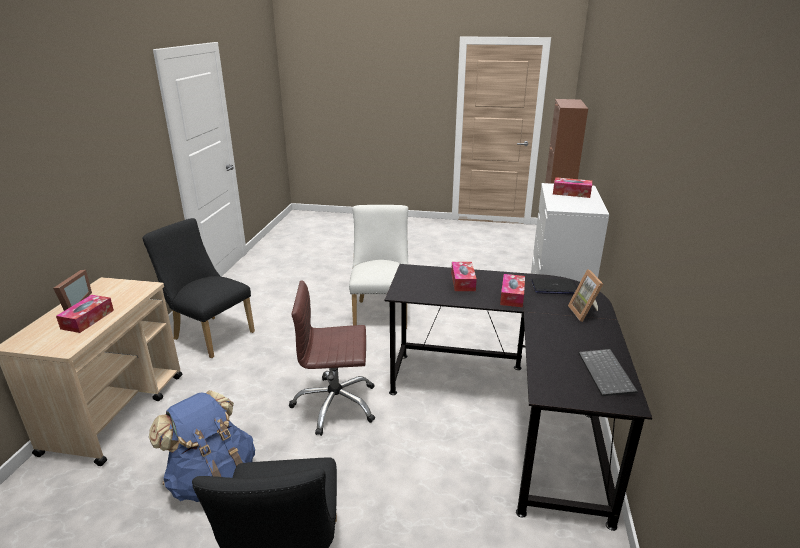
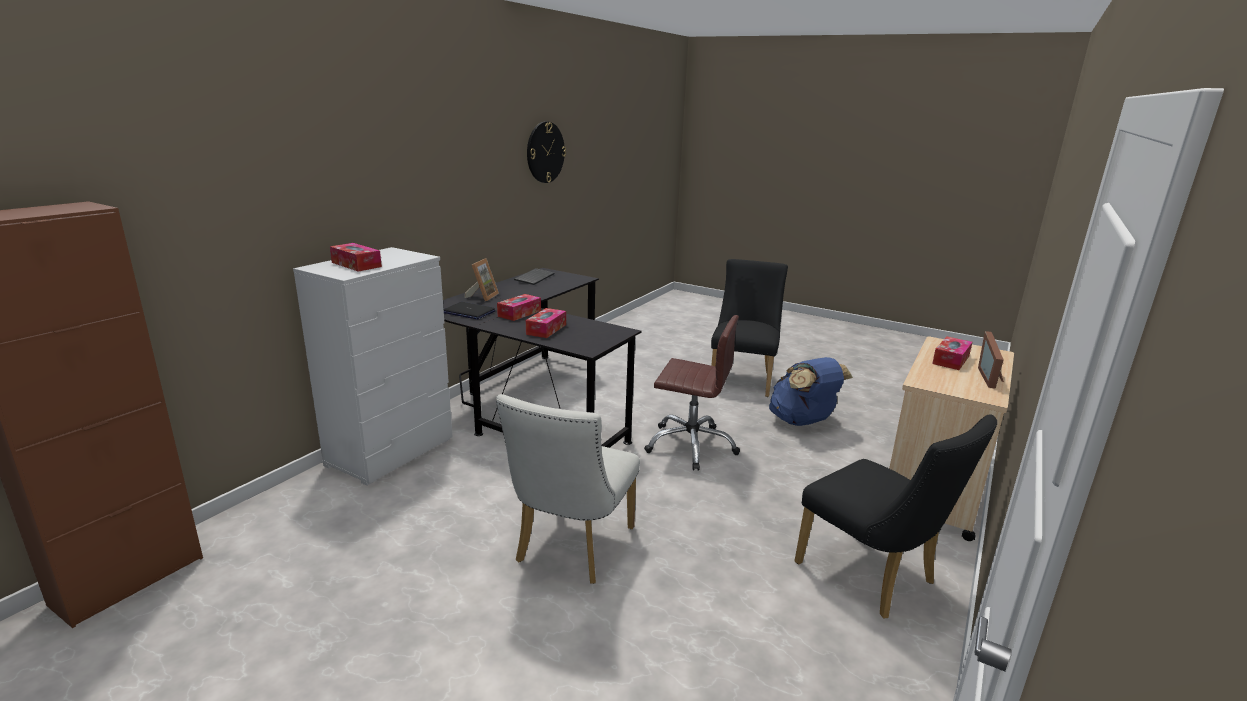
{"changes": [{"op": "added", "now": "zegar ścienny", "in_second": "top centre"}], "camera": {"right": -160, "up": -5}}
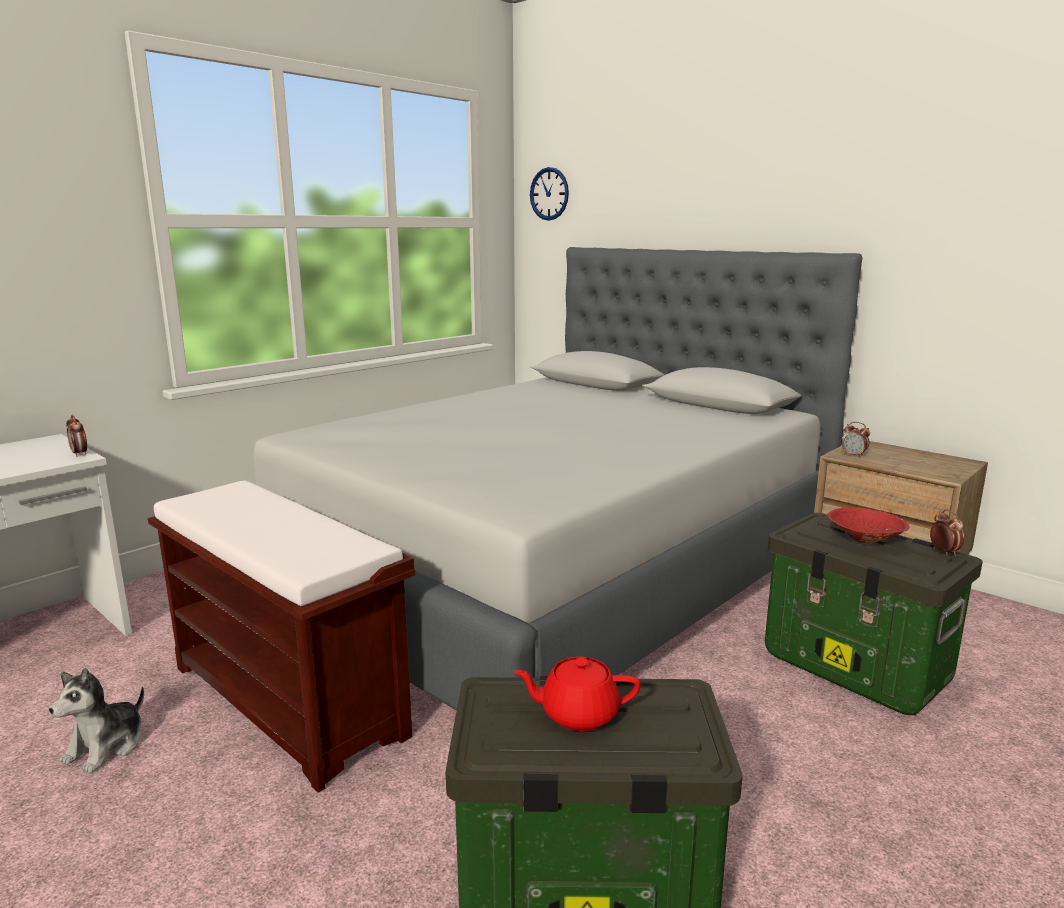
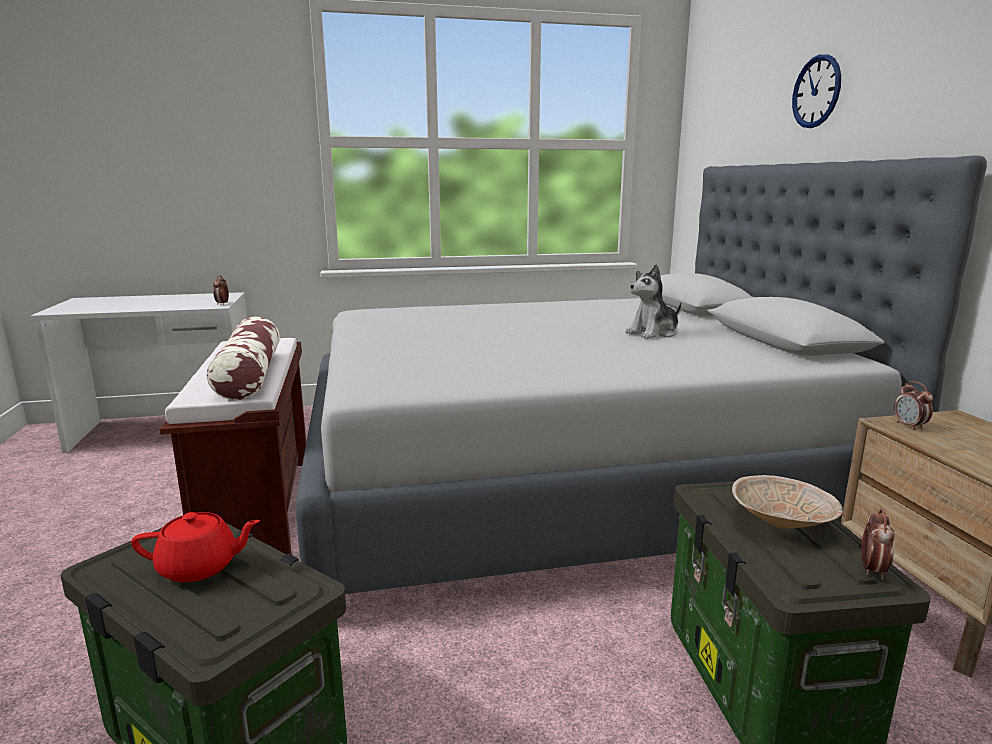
{"changes": [{"op": "moved", "was": "zegar ścienny", "in_first": "top centre", "in_second": "top right"}, {"op": "recoloured", "was": "miska [czerwony]", "now": "miska [beżowy]", "in_first": "middle right", "in_second": "bottom right"}, {"op": "turned", "was": "imbryk [czerwony]", "in_first": "bottom centre", "in_second": "bottom left", "clockwise": 135}, {"op": "moved", "was": "pluszak", "in_first": "bottom left", "in_second": "centre"}, {"op": "added", "now": "poduszka", "in_second": "middle left"}], "camera": {"right": 35, "up": 0}}
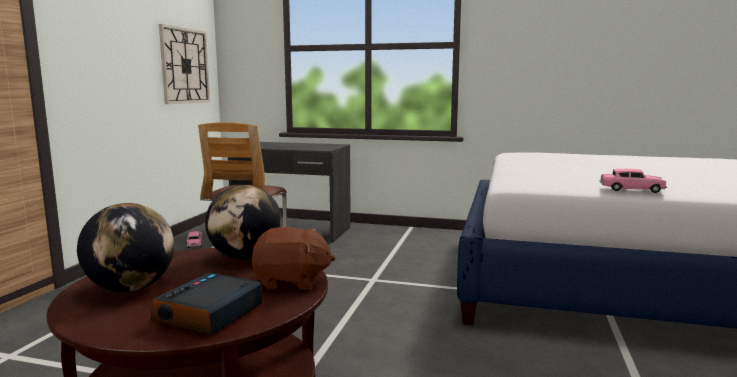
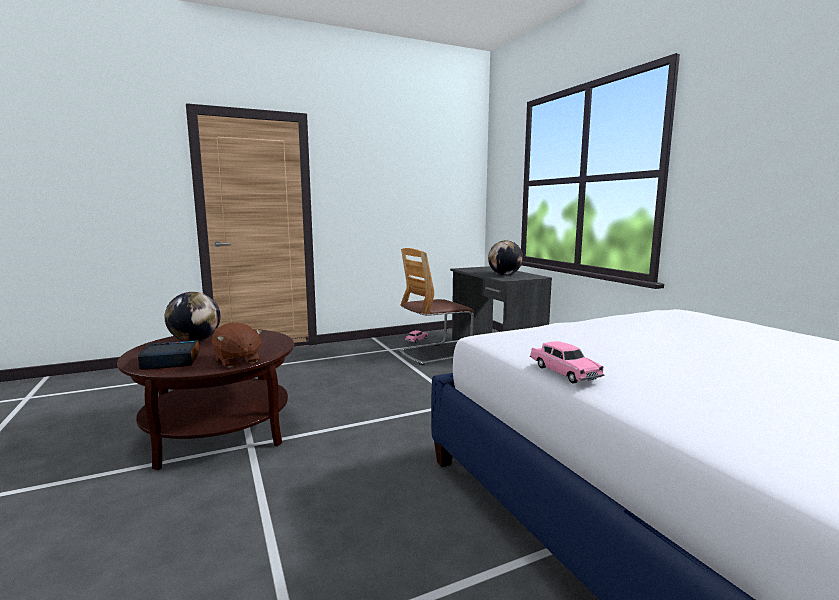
{"changes": [{"op": "removed", "was": "zegar ścienny", "in_first": "top left"}, {"op": "moved", "was": "globus (2nd from left)", "in_first": "middle left", "in_second": "centre"}], "camera": {"right": 50, "up": 0}}
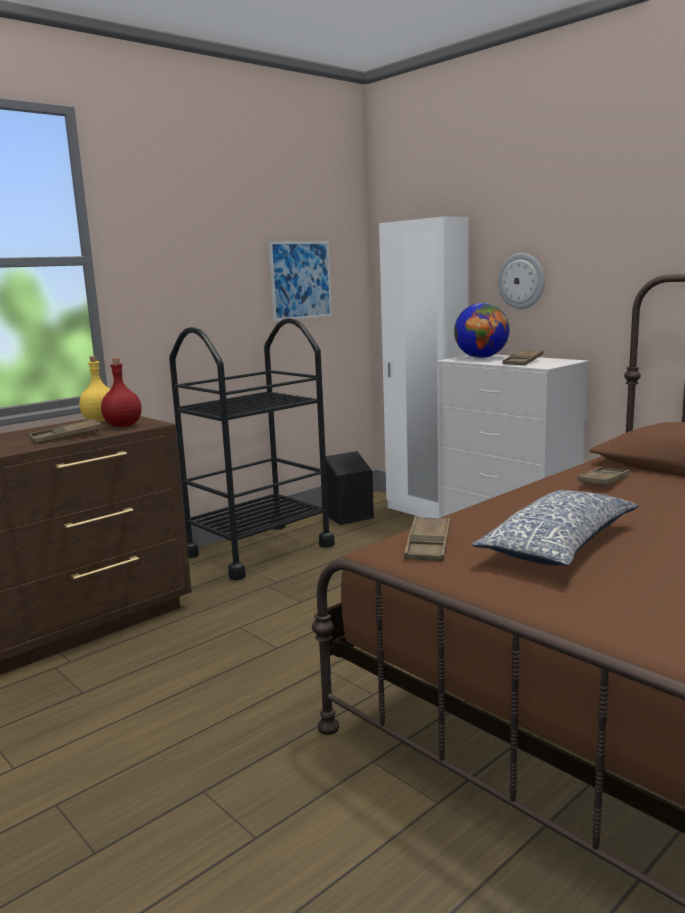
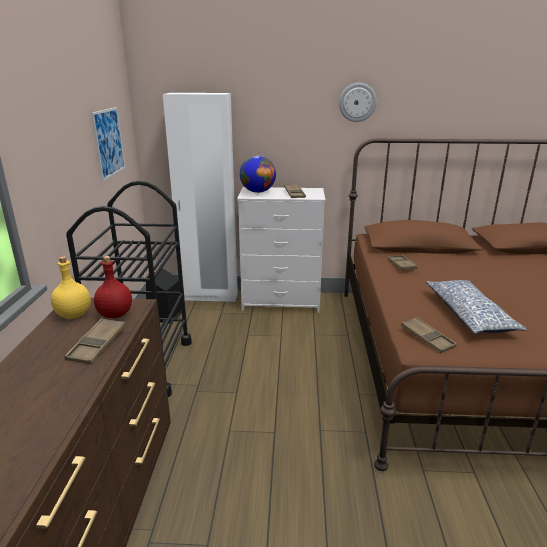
{"changes": [{"op": "moved", "was": "zegar ścienny", "in_first": "top right", "in_second": "top centre"}], "camera": {"right": -45, "up": 10}}
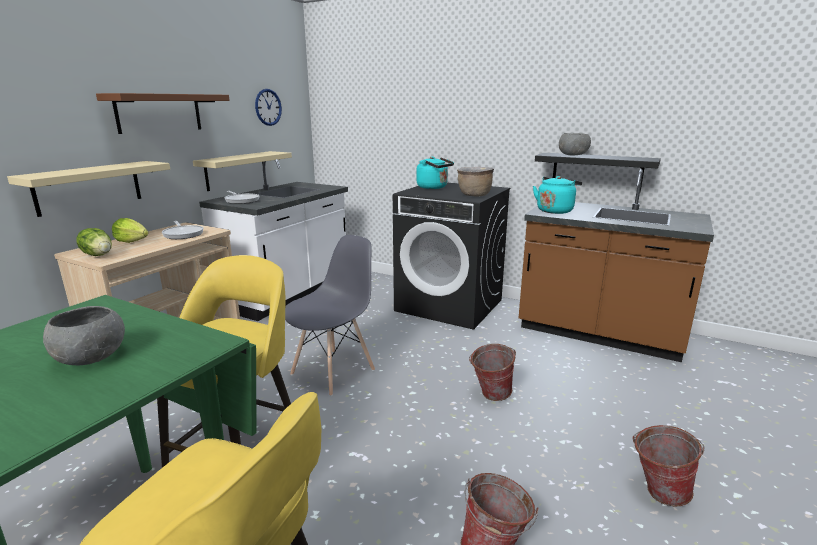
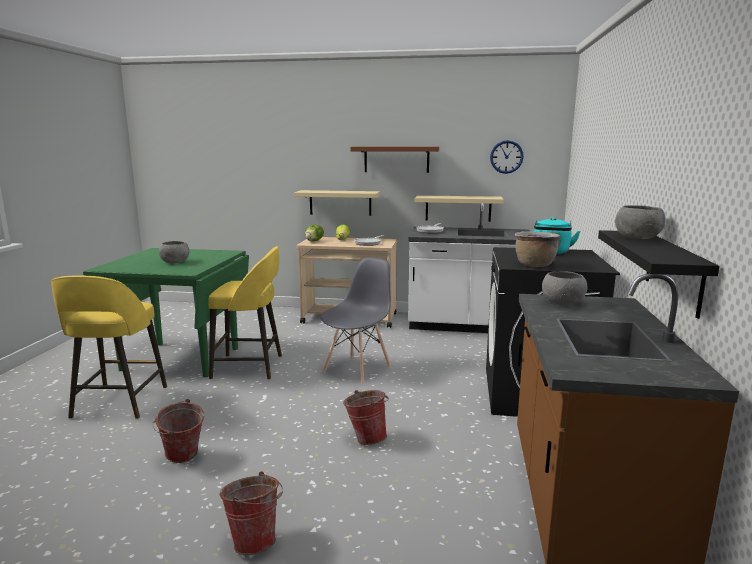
{"changes": [{"op": "replaced", "was": "czajnik [turkusowy] (2nd from left)", "now": "miska [szary] (2nd from left)", "in_first": "middle right", "in_second": "middle right"}, {"op": "turned", "was": "krzesło [szary]", "in_first": "centre", "in_second": "centre", "clockwise": -75}], "camera": {"right": 70, "up": -5}}
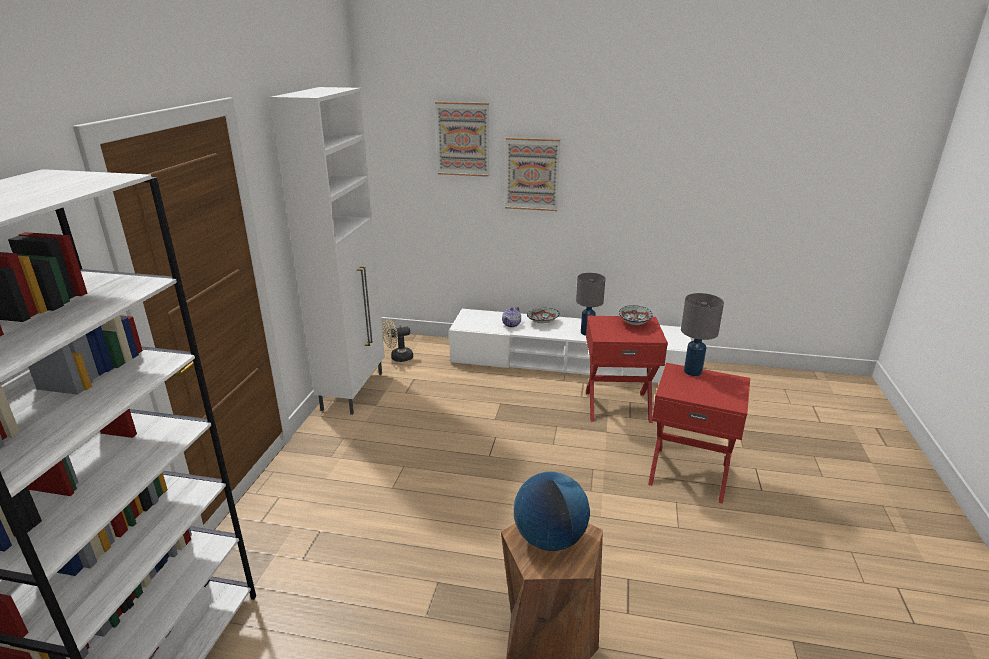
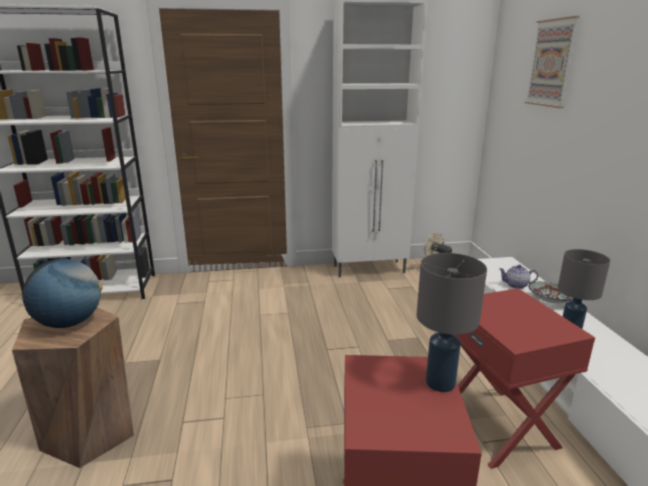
{"changes": [{"op": "removed", "was": "obraz (2nd from left)", "in_first": "top centre"}, {"op": "removed", "was": "miska (2nd from left)", "in_first": "centre"}], "camera": {"right": 70, "up": -5}}
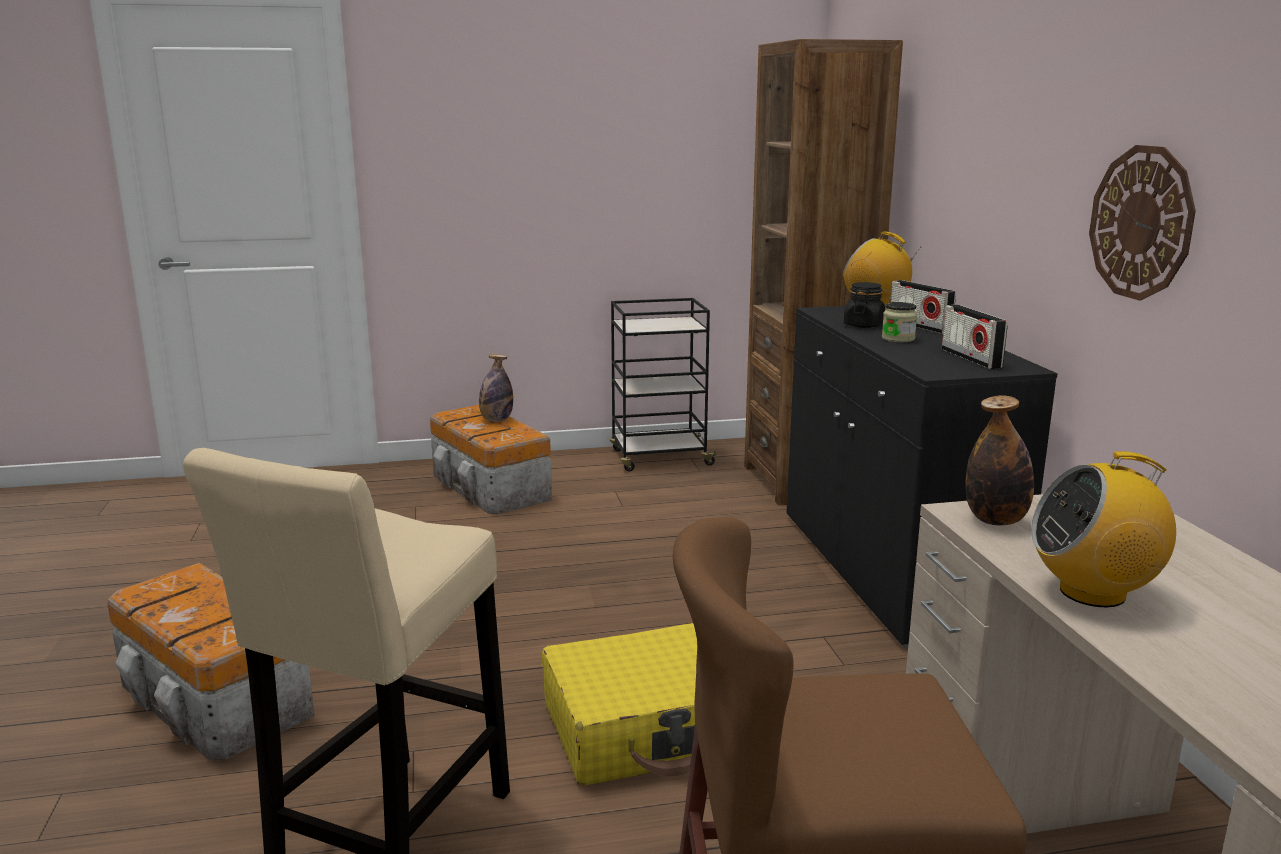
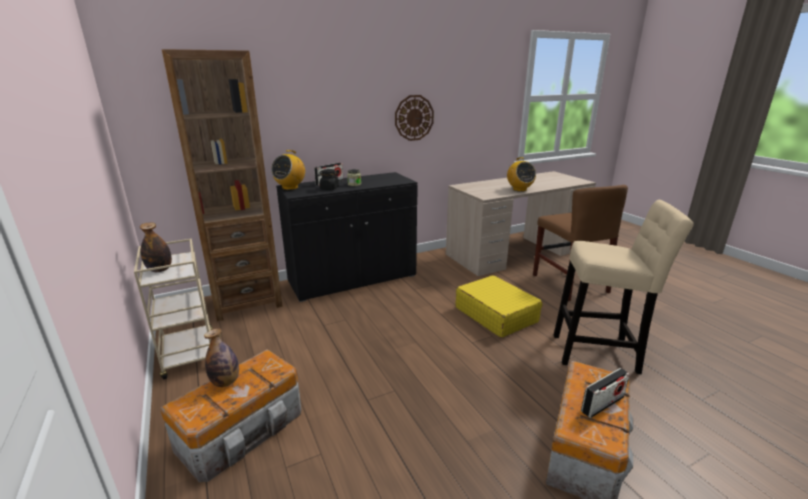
{"changes": [{"op": "recoloured", "was": "wózek [czarny]", "now": "wózek [beżowy]", "in_first": "centre", "in_second": "middle left"}, {"op": "moved", "was": "radio (3rd from left in the first image)", "now": "radio (4th from left)", "in_first": "middle right", "in_second": "bottom right"}, {"op": "moved", "was": "butelka (2nd from left in the first image)", "now": "butelka (1st from left)", "in_first": "middle right", "in_second": "middle left"}], "camera": {"right": -105, "up": 5}}
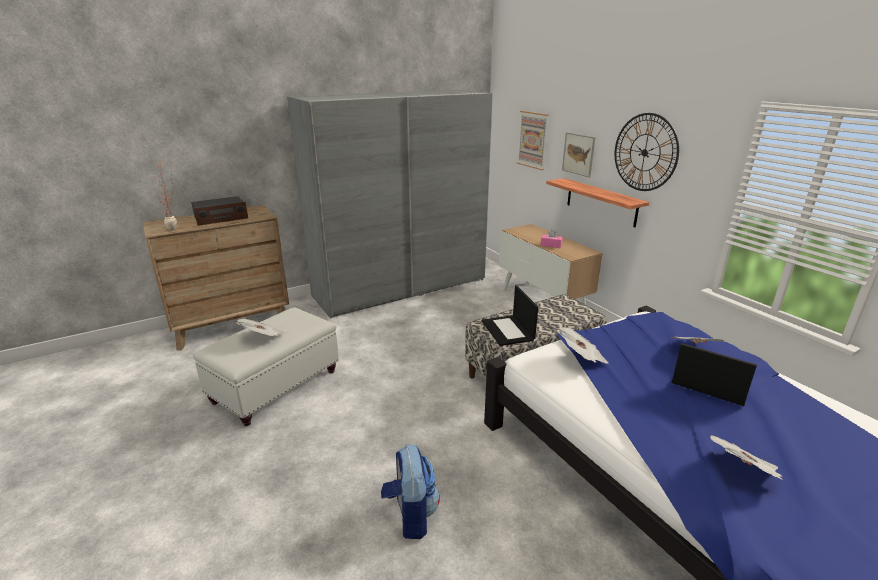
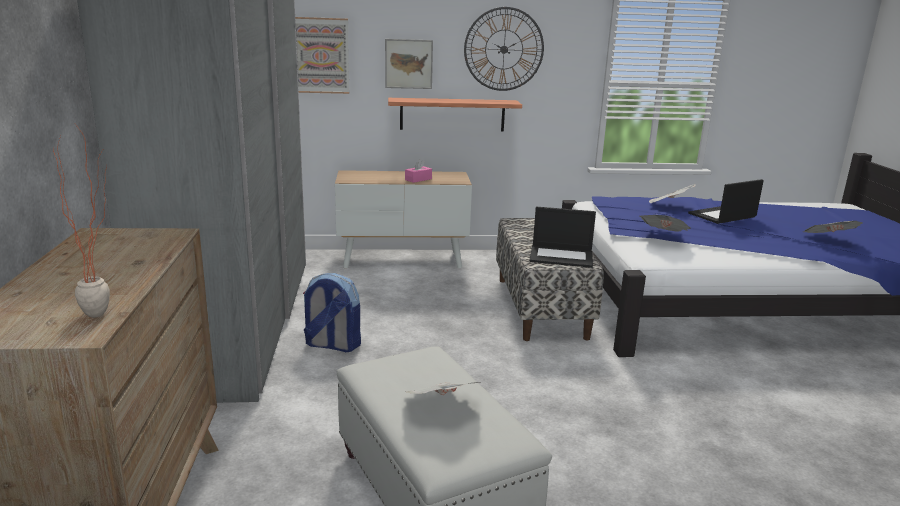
{"changes": [{"op": "removed", "was": "radio", "in_first": "middle left"}, {"op": "moved", "was": "plecak", "in_first": "bottom centre", "in_second": "centre"}], "camera": {"right": -65, "up": -5}}
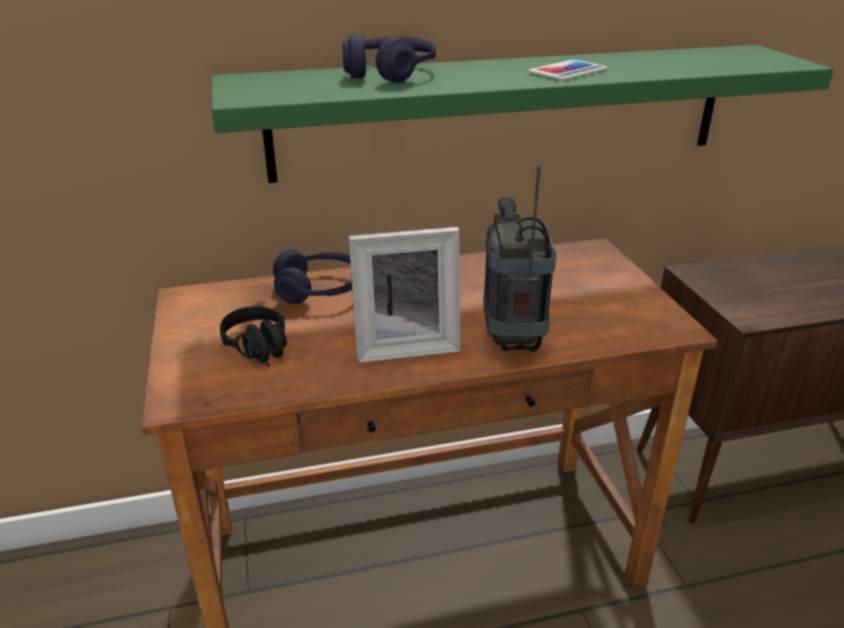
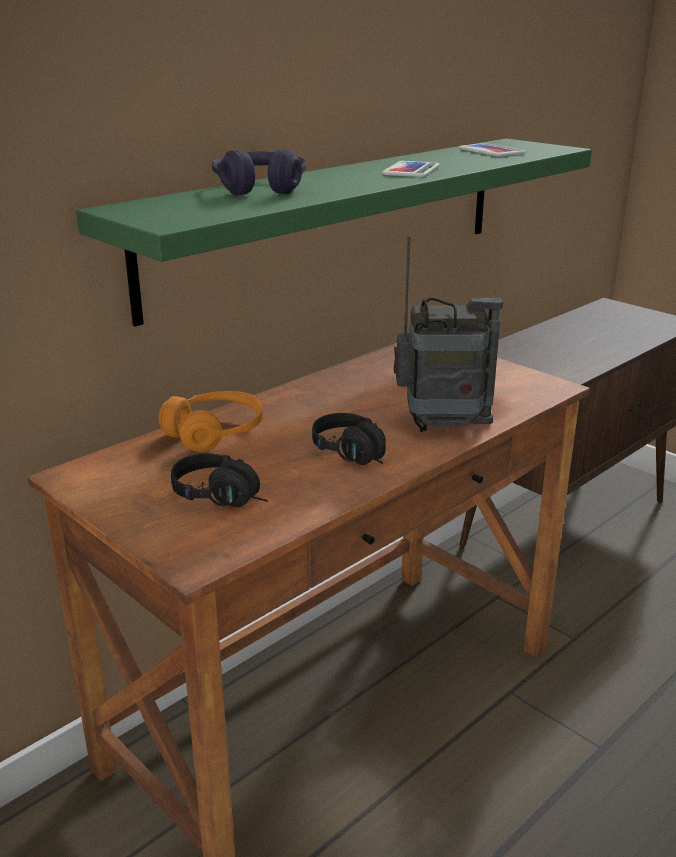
{"changes": [{"op": "turned", "was": "radio", "in_first": "centre", "in_second": "centre", "clockwise": 120}, {"op": "replaced", "was": "ramka na zdjęcie", "now": "słuchawki [czarny] (2nd from left)", "in_first": "centre", "in_second": "centre"}, {"op": "recoloured", "was": "słuchawki [fioletowy] (1st from left)", "now": "słuchawki [pomarańczowy]", "in_first": "centre", "in_second": "middle left"}, {"op": "added", "now": "telefon (2nd from left)", "in_second": "top right"}], "camera": {"right": -30, "up": -5}}
